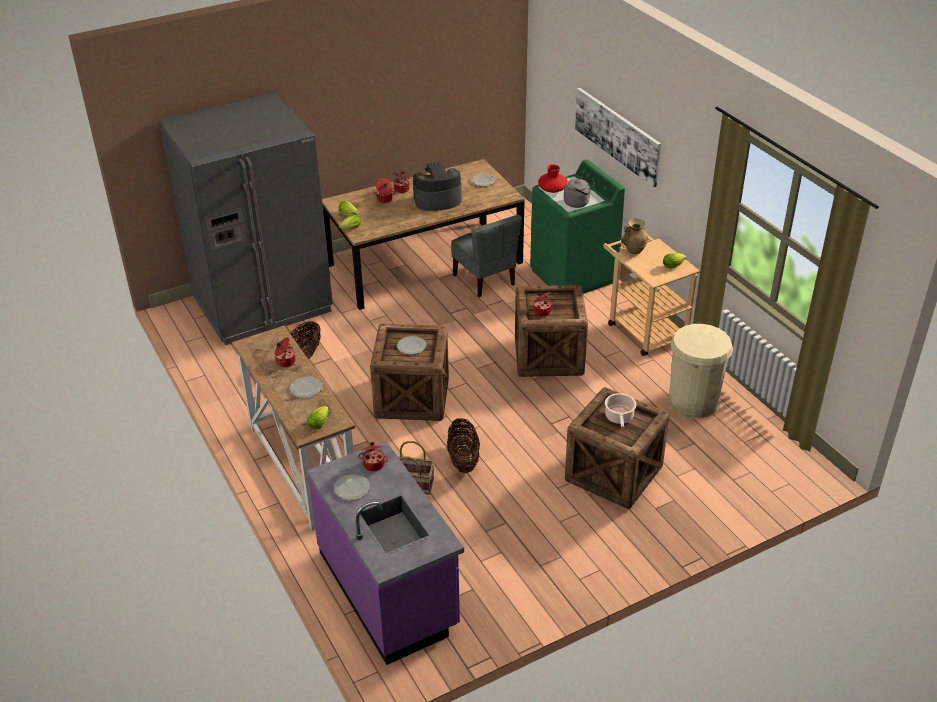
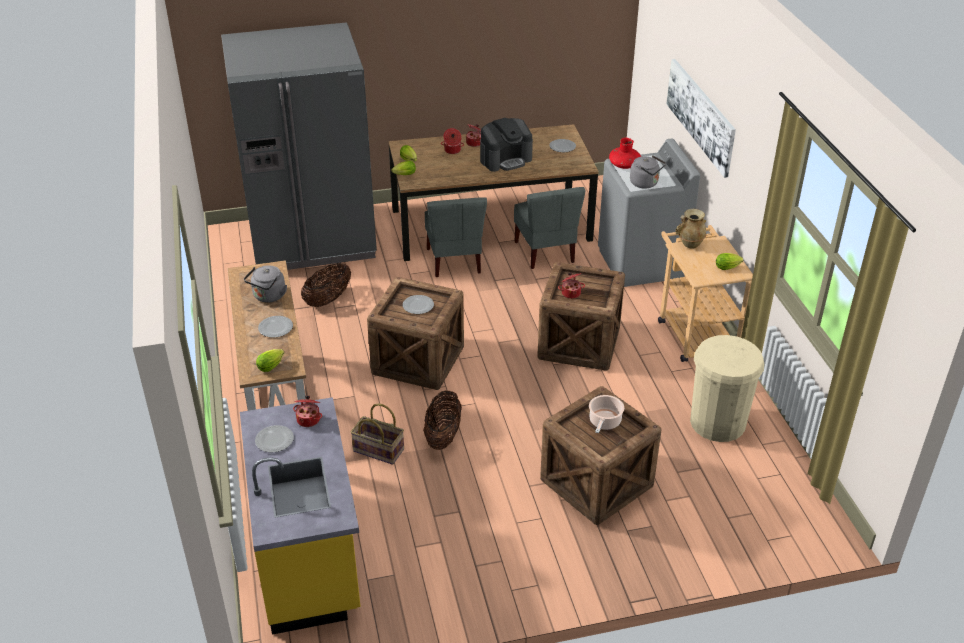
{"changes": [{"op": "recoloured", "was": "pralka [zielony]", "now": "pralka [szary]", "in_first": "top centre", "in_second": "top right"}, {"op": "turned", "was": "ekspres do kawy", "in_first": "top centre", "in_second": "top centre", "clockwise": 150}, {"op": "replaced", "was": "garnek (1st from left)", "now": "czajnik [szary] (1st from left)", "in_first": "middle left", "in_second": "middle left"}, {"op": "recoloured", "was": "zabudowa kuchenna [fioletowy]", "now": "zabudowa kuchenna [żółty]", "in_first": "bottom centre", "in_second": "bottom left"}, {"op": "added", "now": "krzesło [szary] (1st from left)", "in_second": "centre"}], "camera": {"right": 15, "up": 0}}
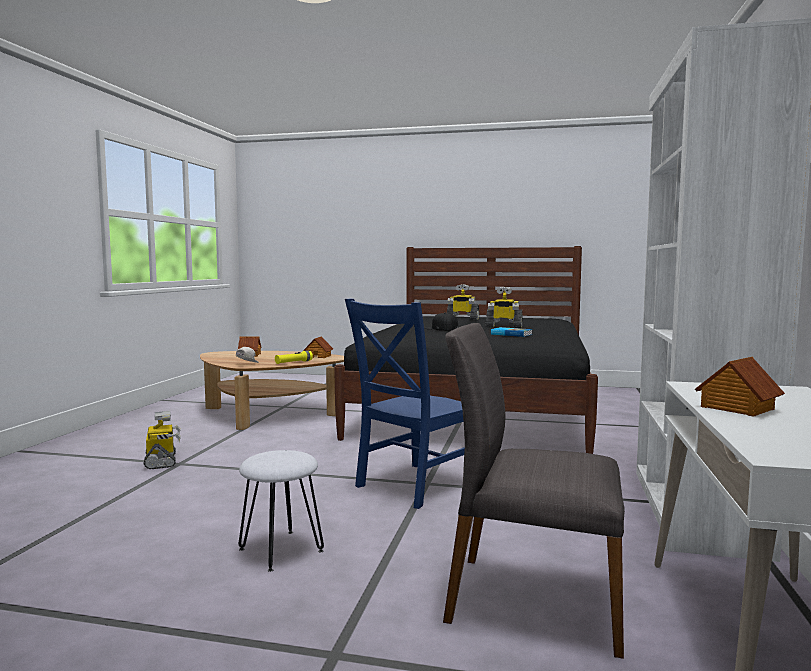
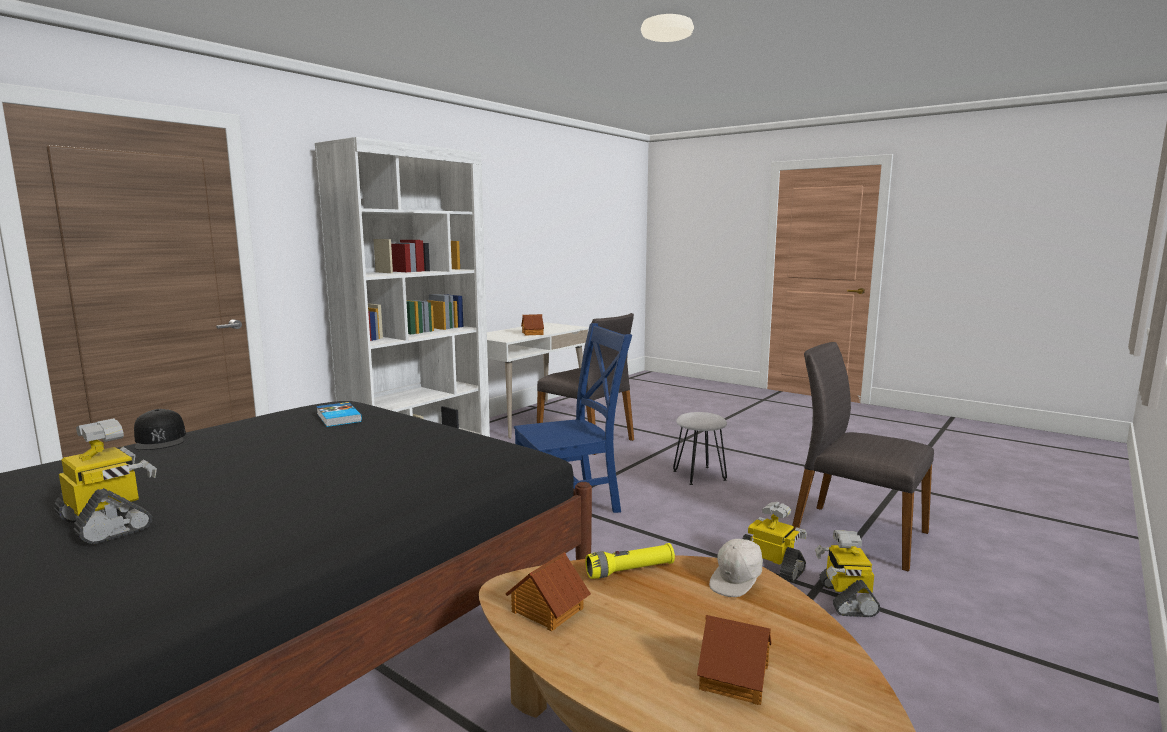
{"changes": [{"op": "moved", "was": "robot zabawkowy (3rd from left in the first image)", "now": "robot zabawkowy (2nd from left)", "in_first": "centre", "in_second": "bottom centre"}, {"op": "moved", "was": "czapka z daszkiem [czarny]", "in_first": "centre", "in_second": "middle left"}, {"op": "added", "now": "krzesło [szary] (2nd from left)", "in_second": "middle right"}], "camera": {"right": -155, "up": 5}}
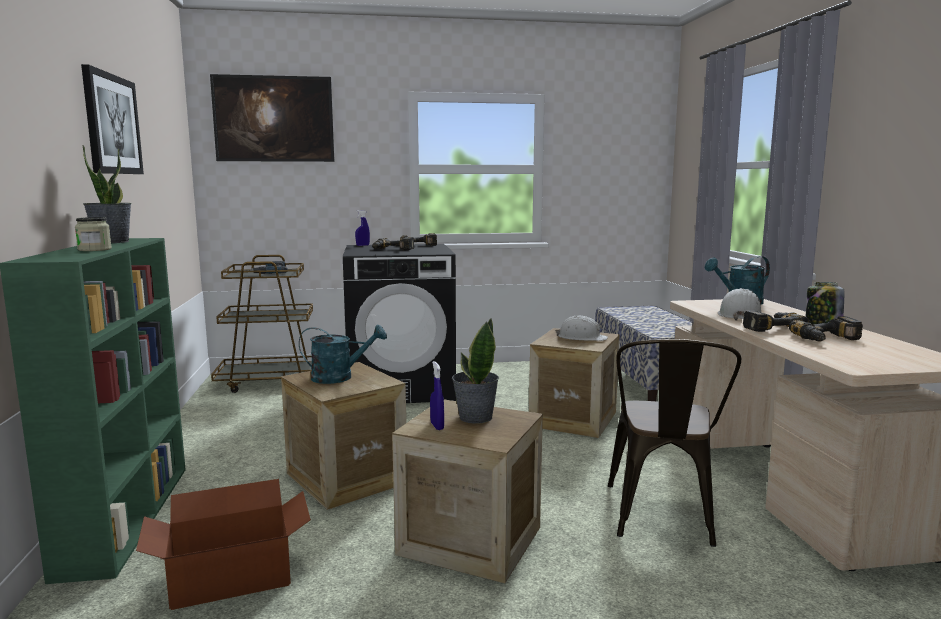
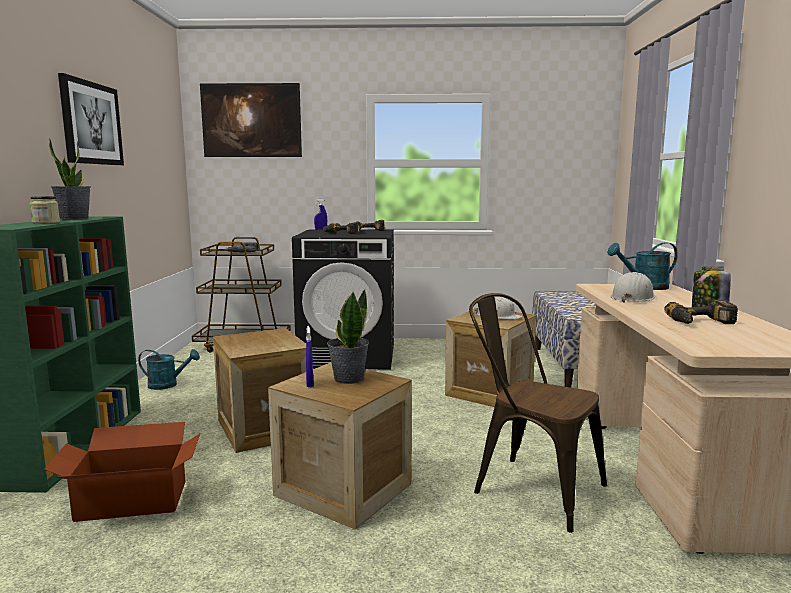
{"changes": [{"op": "removed", "was": "wiertarka (4th from left)", "in_first": "middle right"}, {"op": "moved", "was": "konewka [turkusowy] (1st from left)", "in_first": "centre", "in_second": "middle left"}, {"op": "turned", "was": "krzesło [brązowy]", "in_first": "bottom right", "in_second": "bottom right", "clockwise": 105}], "camera": {"right": 10, "up": 0}}
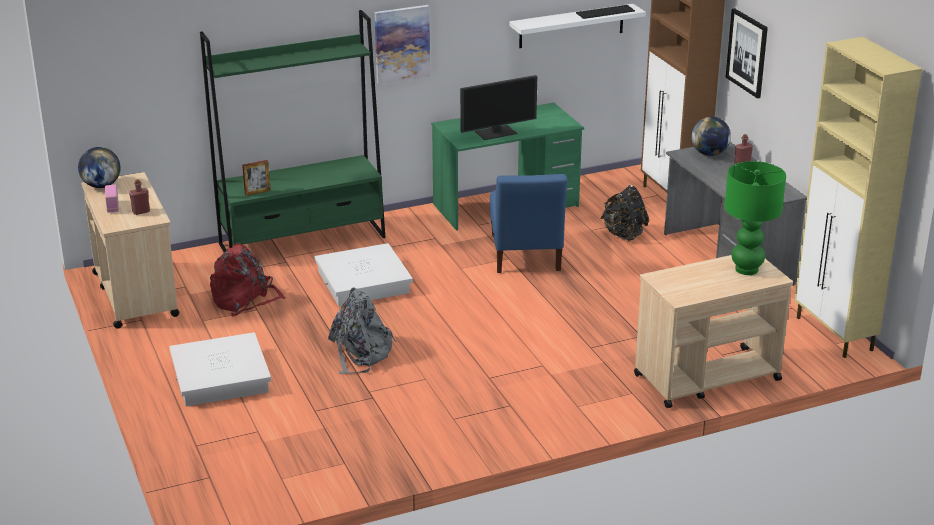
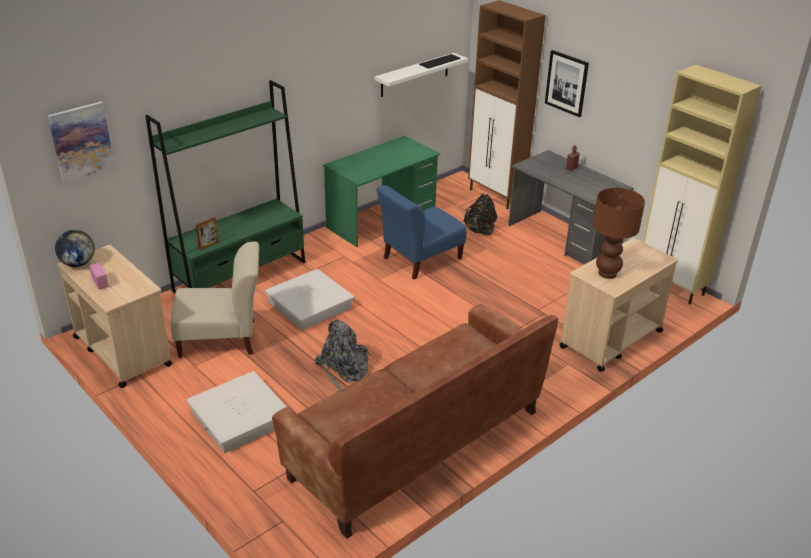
{"changes": [{"op": "moved", "was": "obraz (1st from left)", "in_first": "top centre", "in_second": "top left"}, {"op": "removed", "was": "monitor", "in_first": "top centre"}, {"op": "removed", "was": "globus (2nd from left)", "in_first": "top right"}, {"op": "removed", "was": "lampa stołowa [zielony]", "in_first": "middle right"}, {"op": "turned", "was": "krzesło [niebieski]", "in_first": "centre", "in_second": "centre", "clockwise": 75}, {"op": "removed", "was": "butelka [czerwony] (1st from left)", "in_first": "middle left"}, {"op": "replaced", "was": "plecak [czerwony]", "now": "krzesło [beżowy]", "in_first": "middle left", "in_second": "middle left"}, {"op": "added", "now": "lampa stołowa [brązowy]", "in_second": "middle right"}, {"op": "added", "now": "kanapa [brązowy]", "in_second": "bottom centre"}], "camera": {"right": -20, "up": 5}}
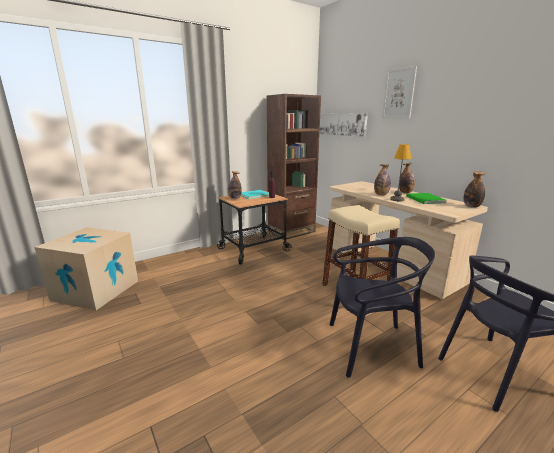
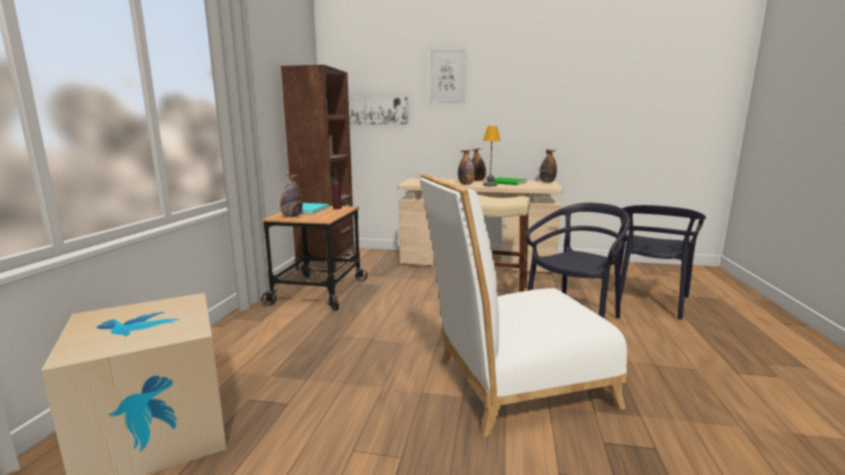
{"changes": [{"op": "added", "now": "krzesło [biały]", "in_second": "centre"}], "camera": {"right": -45, "up": -5}}
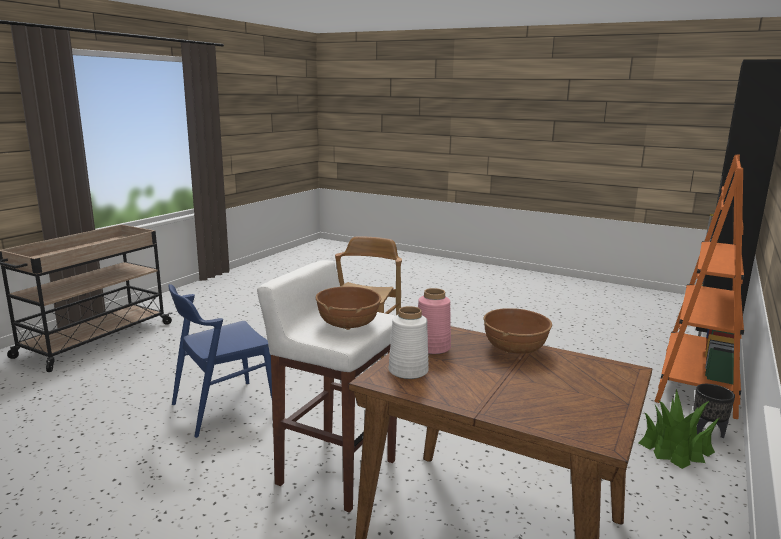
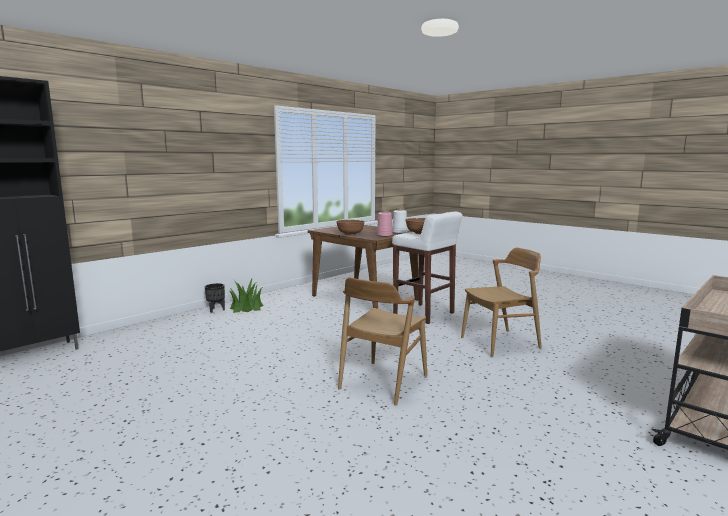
{"changes": [{"op": "removed", "was": "regał [pomarańczowy]", "in_first": "middle right"}, {"op": "recoloured", "was": "krzesło [niebieski]", "now": "krzesło [brązowy] (2nd from left)", "in_first": "bottom left", "in_second": "middle right"}], "camera": {"right": -165, "up": -5}}
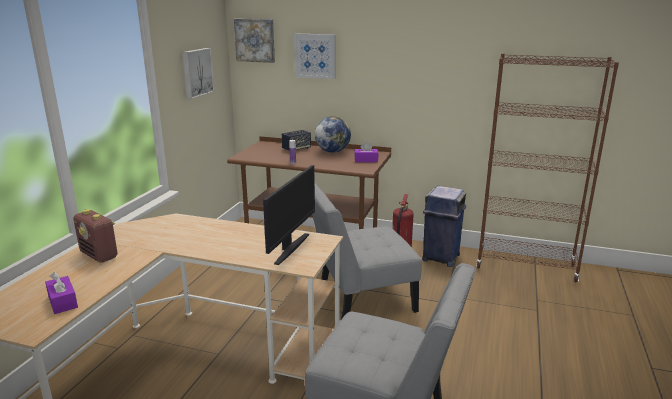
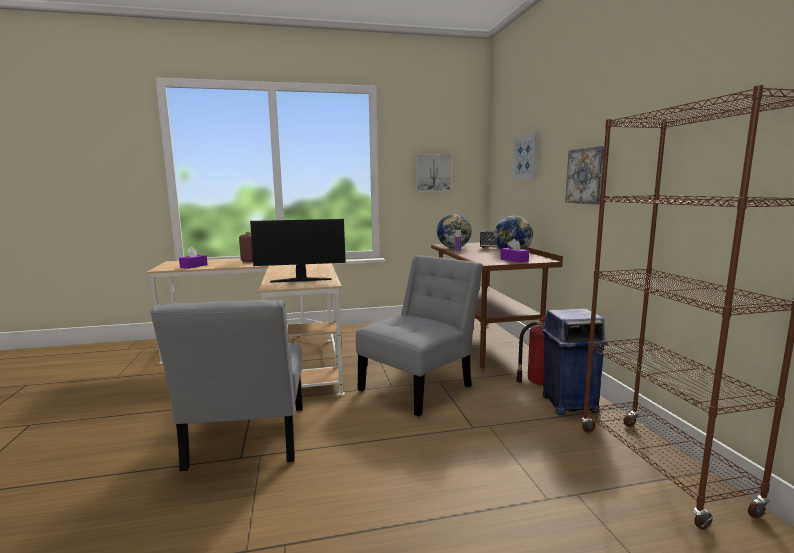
{"changes": [{"op": "moved", "was": "obraz (2nd from left in the first image)", "now": "obraz (3rd from left)", "in_first": "top centre", "in_second": "top right"}, {"op": "turned", "was": "krzesło [szary] (1st from left in the first image)", "in_first": "centre", "in_second": "centre", "clockwise": 90}, {"op": "added", "now": "globus (1st from left)", "in_second": "centre"}], "camera": {"right": 60, "up": -10}}
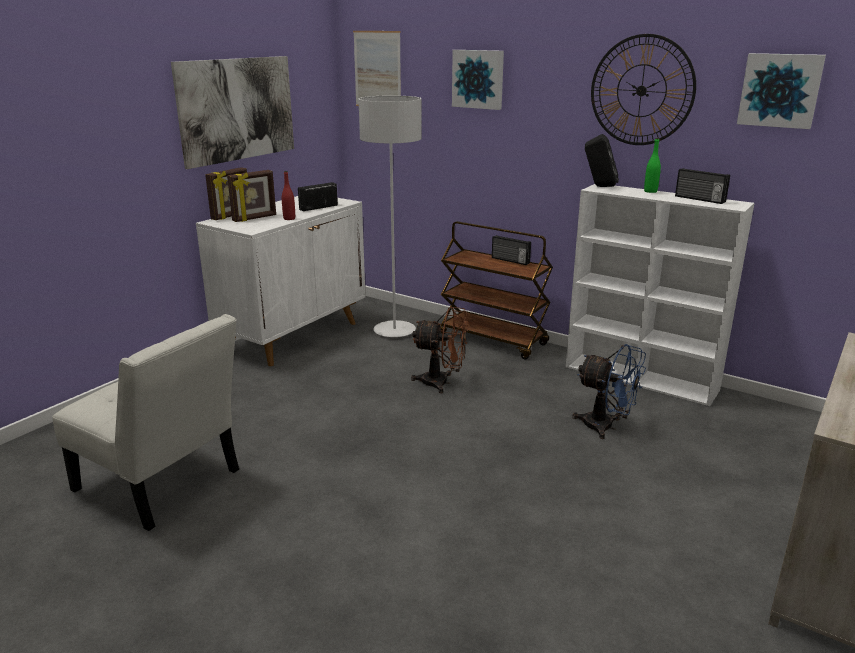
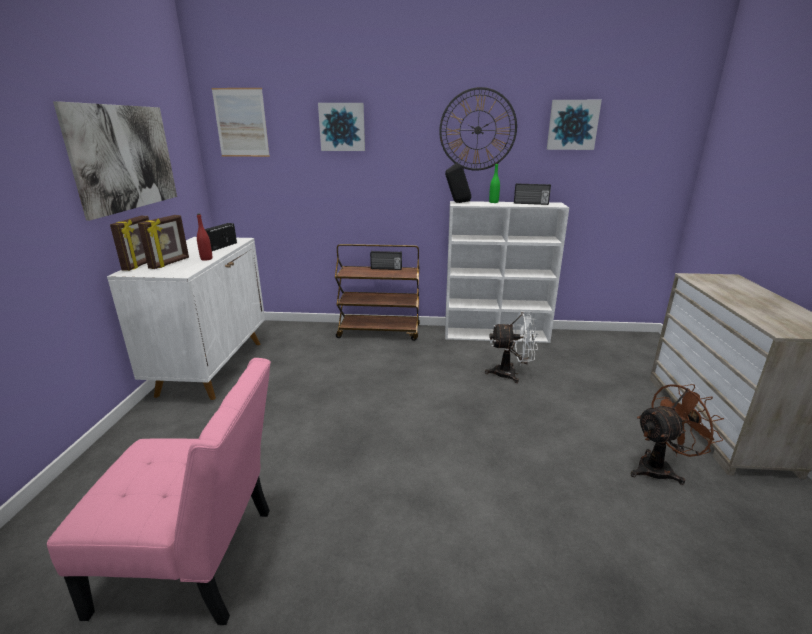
{"changes": [{"op": "removed", "was": "lampa stojąca [szary]", "in_first": "top centre"}, {"op": "moved", "was": "wentylator [brązowy]", "in_first": "centre", "in_second": "bottom right"}, {"op": "recoloured", "was": "krzesło [biały]", "now": "krzesło [różowy]", "in_first": "middle left", "in_second": "bottom left"}, {"op": "recoloured", "was": "wentylator [niebieski]", "now": "wentylator [biały]", "in_first": "middle right", "in_second": "centre"}], "camera": {"right": -30, "up": 0}}
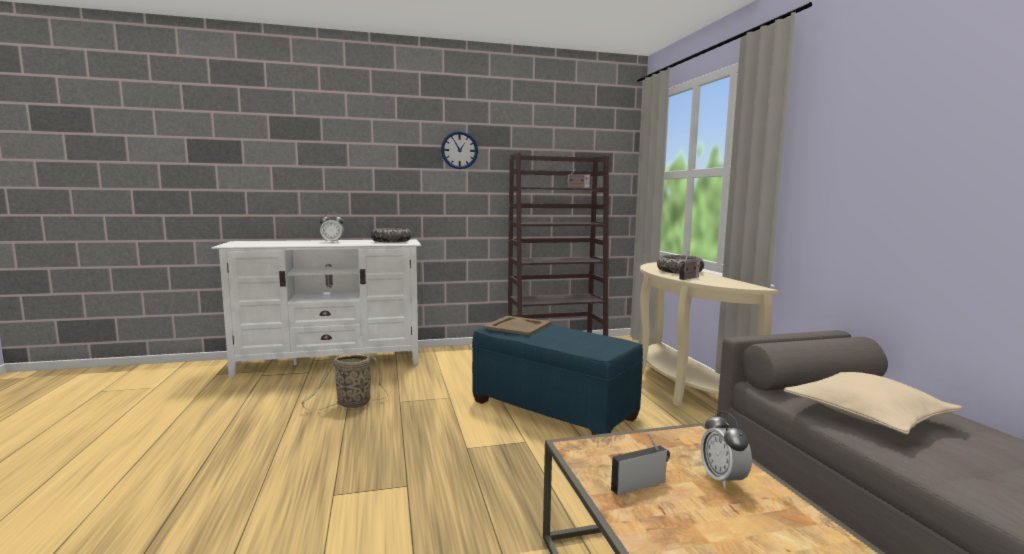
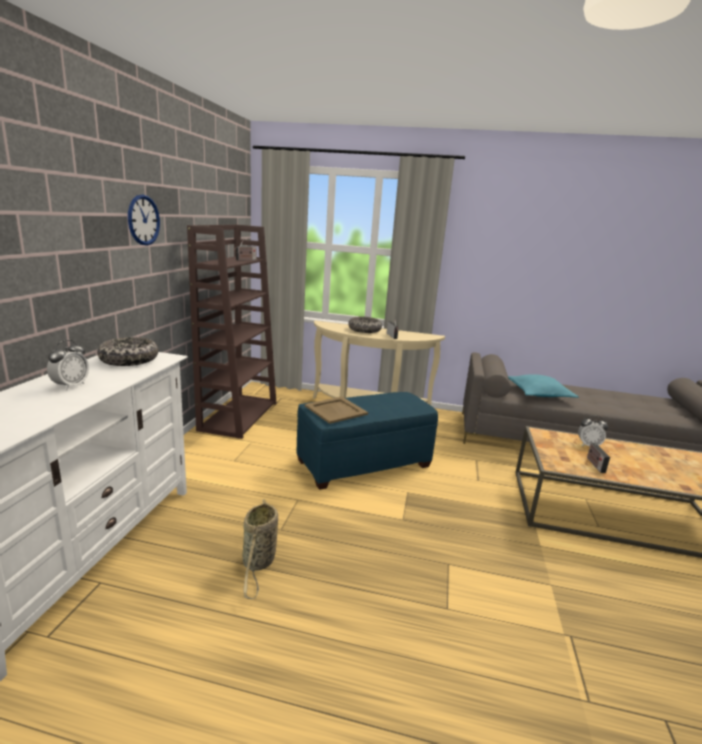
{"changes": [{"op": "recoloured", "was": "poduszka [beżowy]", "now": "poduszka [turkusowy]", "in_first": "bottom right", "in_second": "middle right"}], "camera": {"right": -65, "up": 10}}
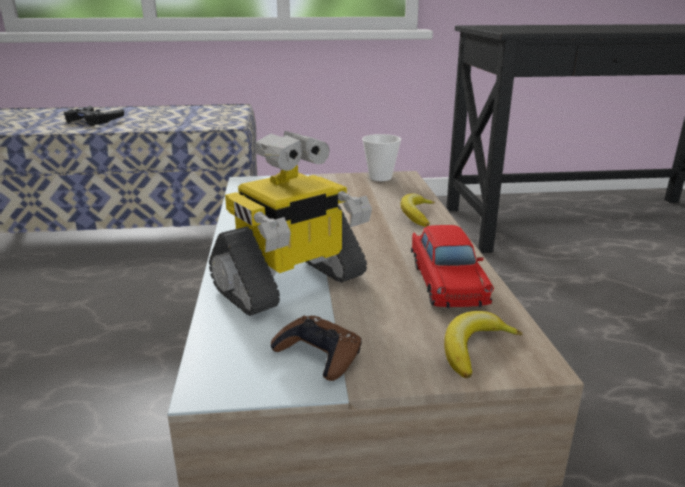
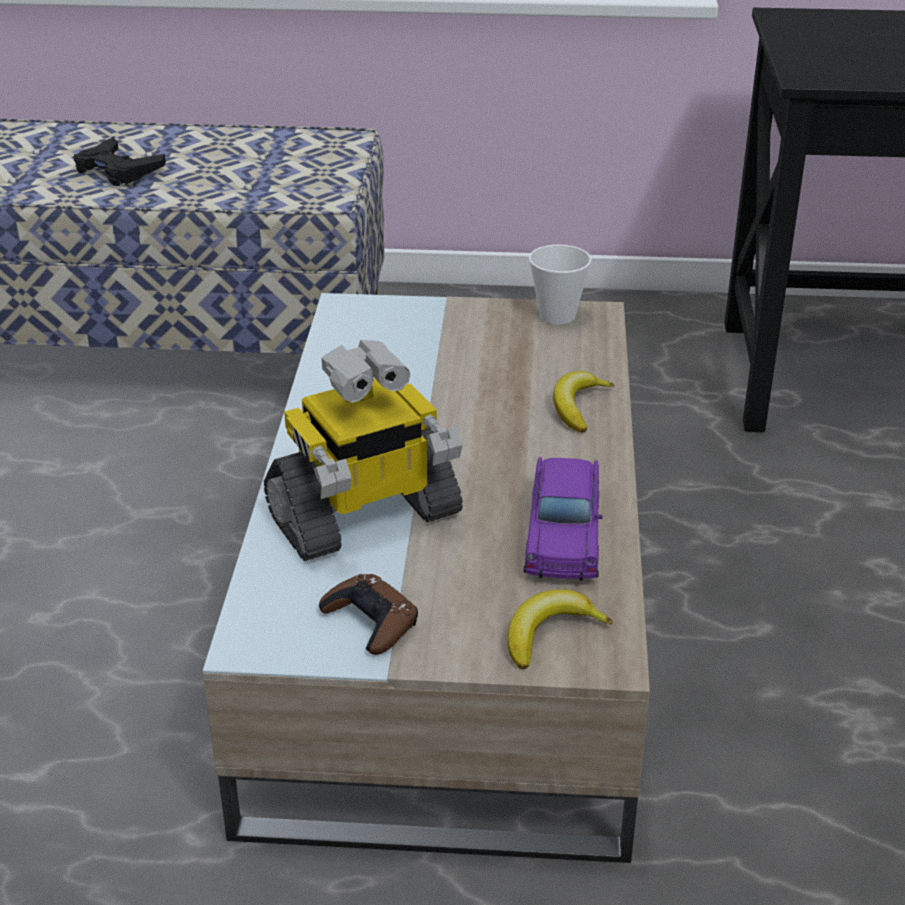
{"changes": [{"op": "recoloured", "was": "samochodzik [czerwony]", "now": "samochodzik [fioletowy]", "in_first": "centre", "in_second": "centre"}], "camera": {"right": 10, "up": 10}}
